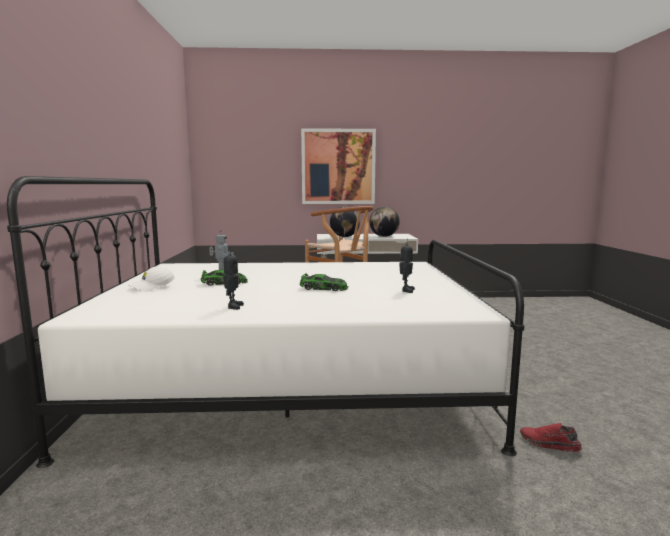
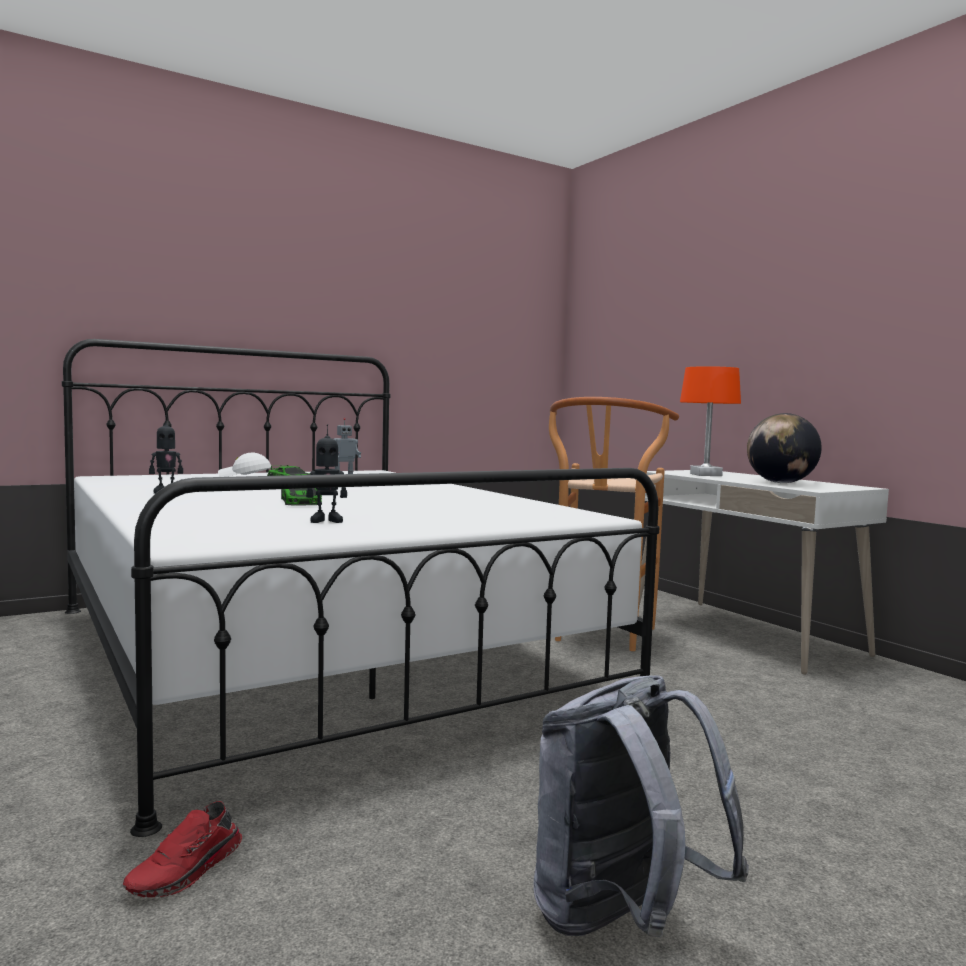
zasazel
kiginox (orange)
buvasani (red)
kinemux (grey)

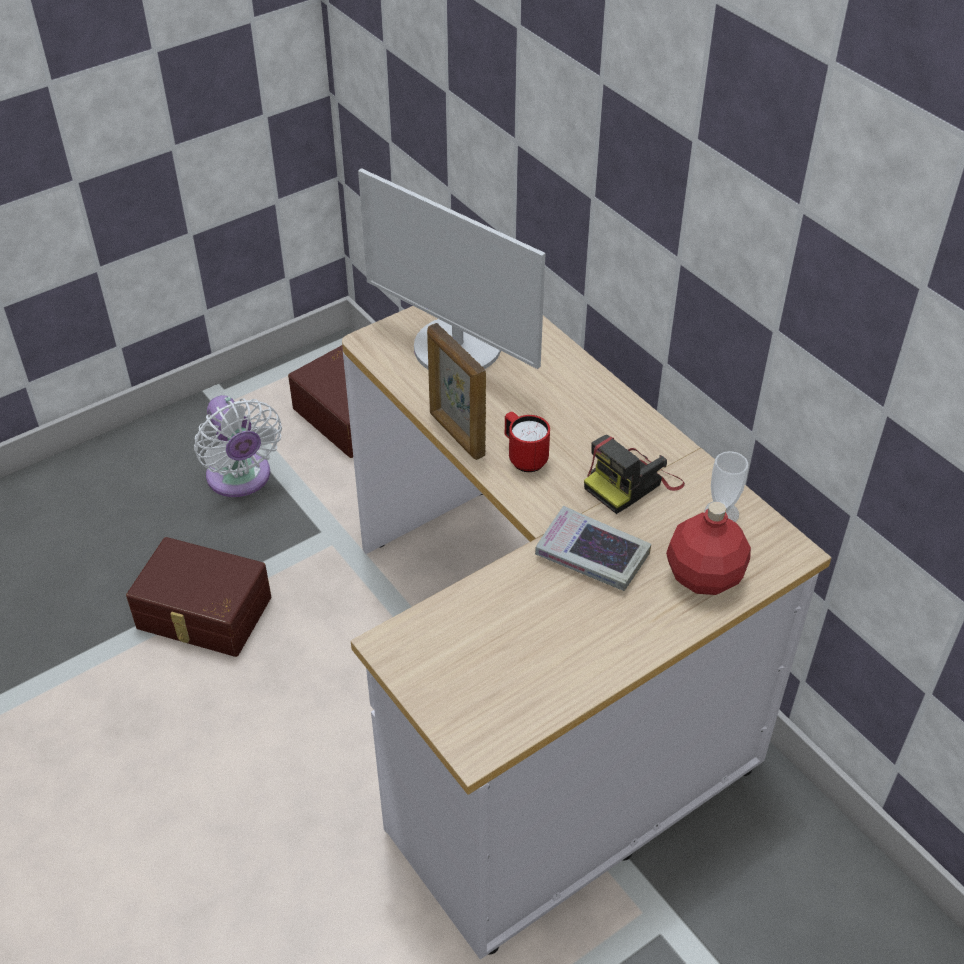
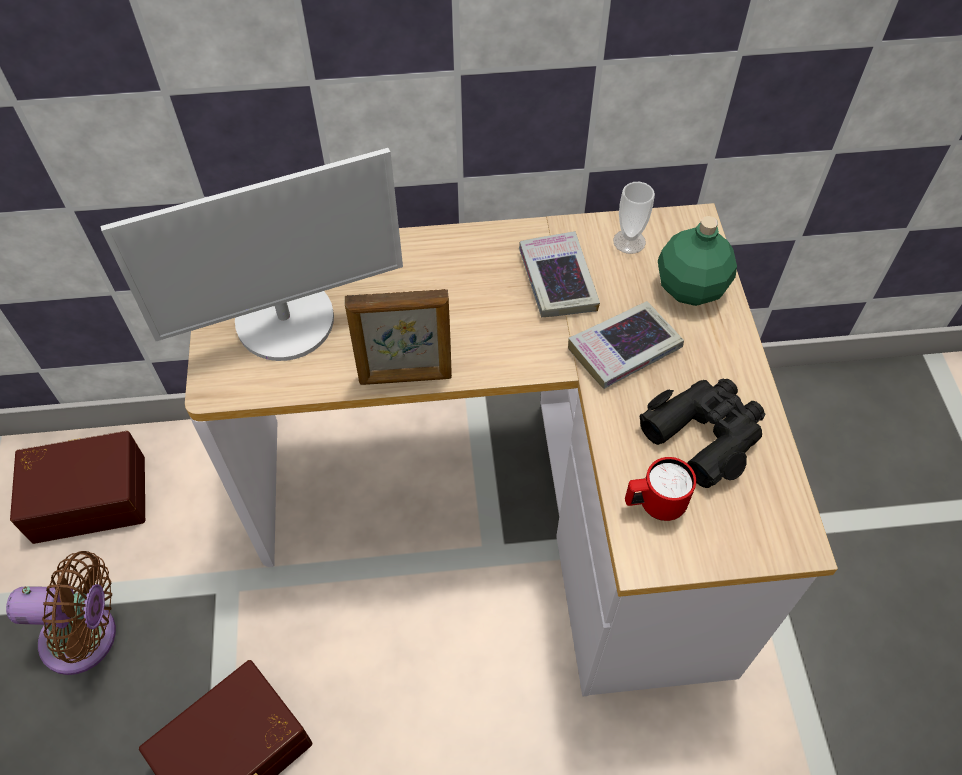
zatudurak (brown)
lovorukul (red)
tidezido (1st from left)
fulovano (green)
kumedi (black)

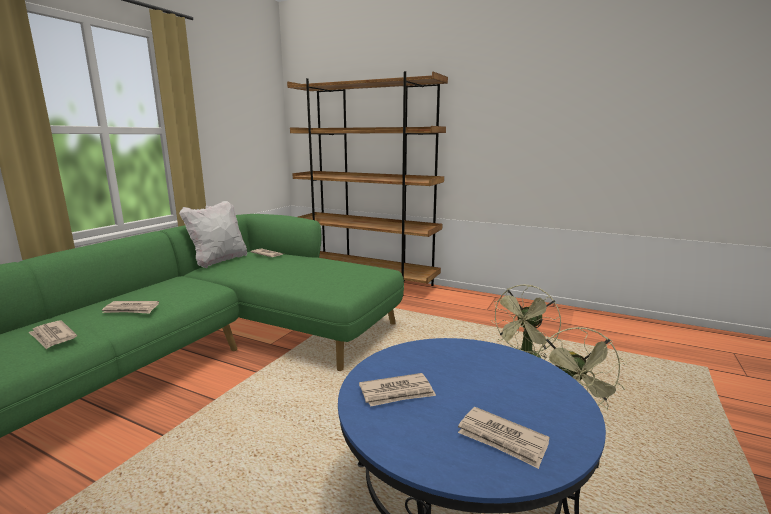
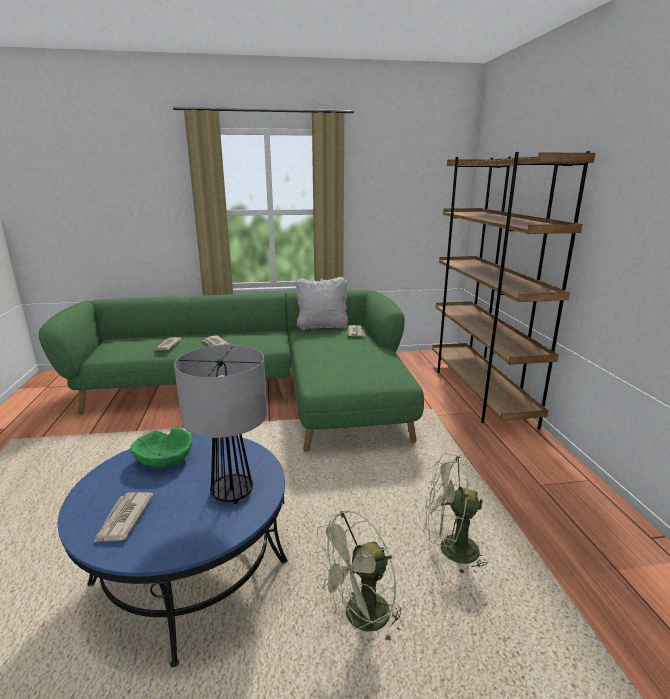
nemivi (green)
kiginox

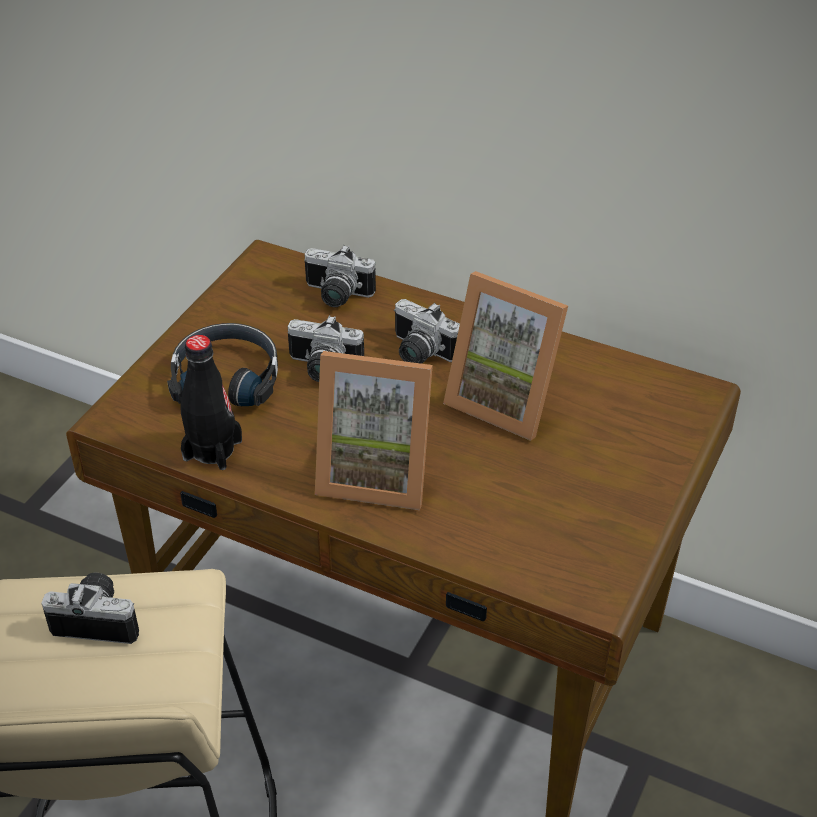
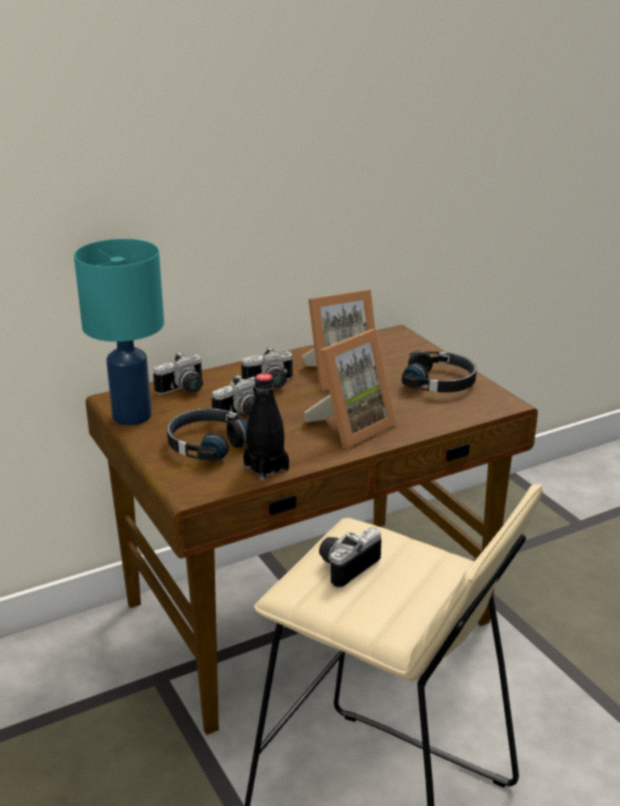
kiginox (turquoise)
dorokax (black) (2nd from left)

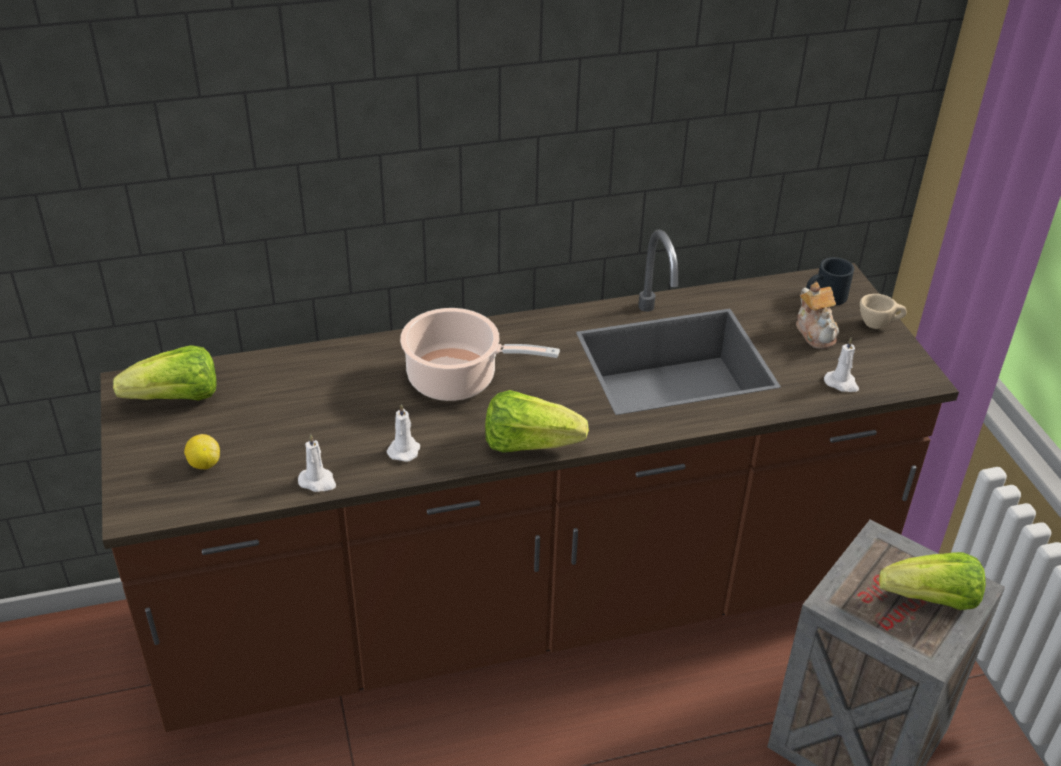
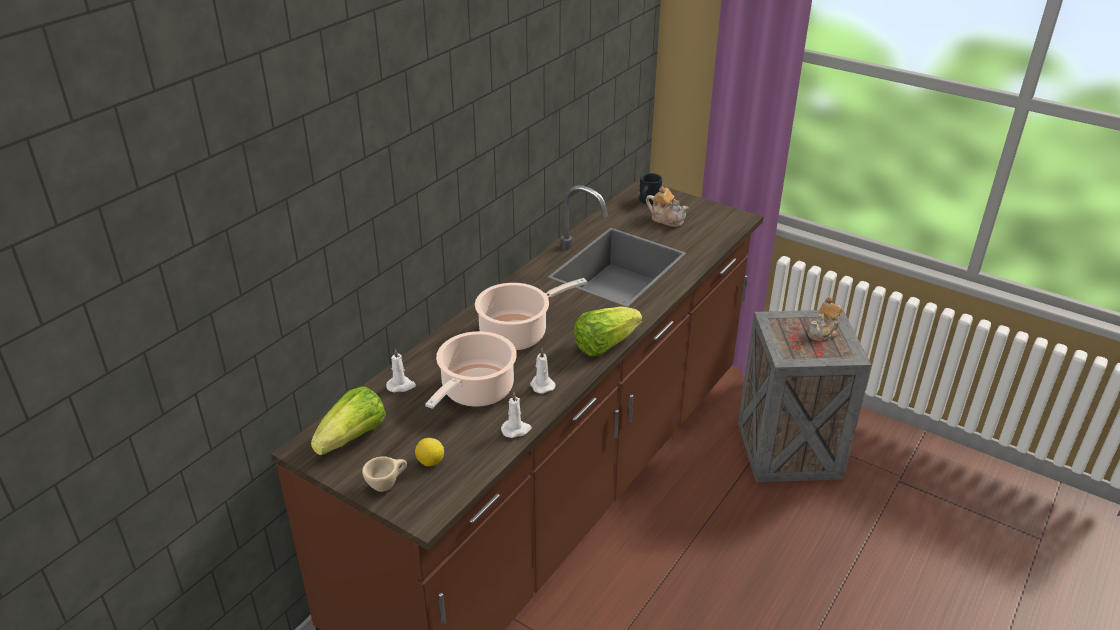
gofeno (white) (1st from left)
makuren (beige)
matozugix (2nd from left)
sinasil (1st from left)

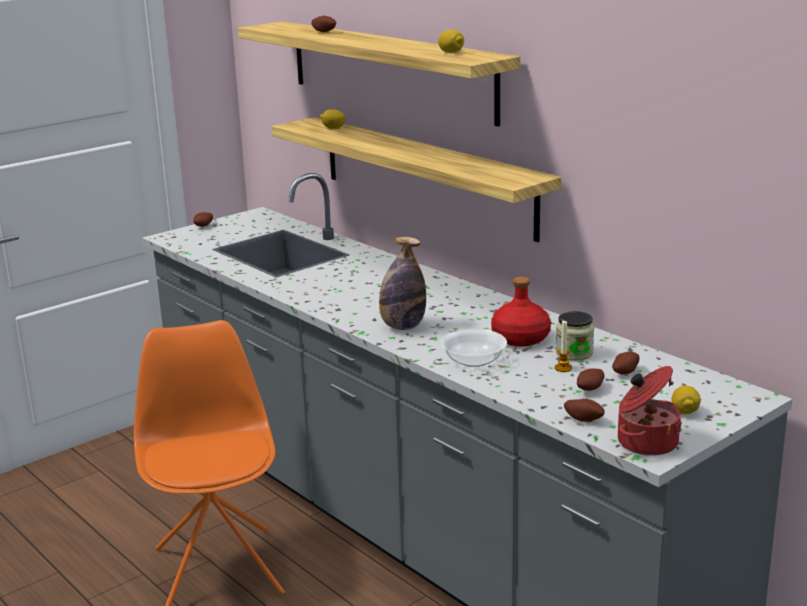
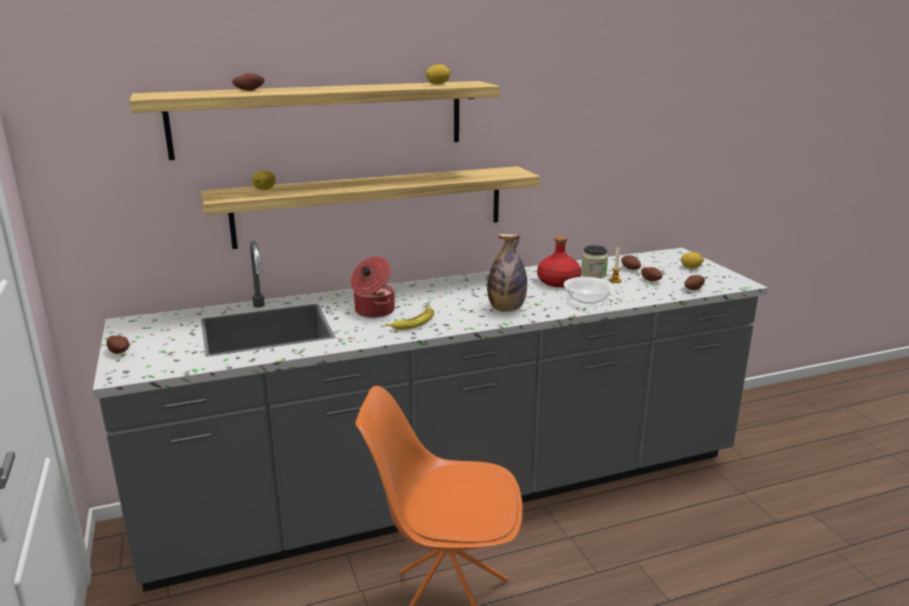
sinasil
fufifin

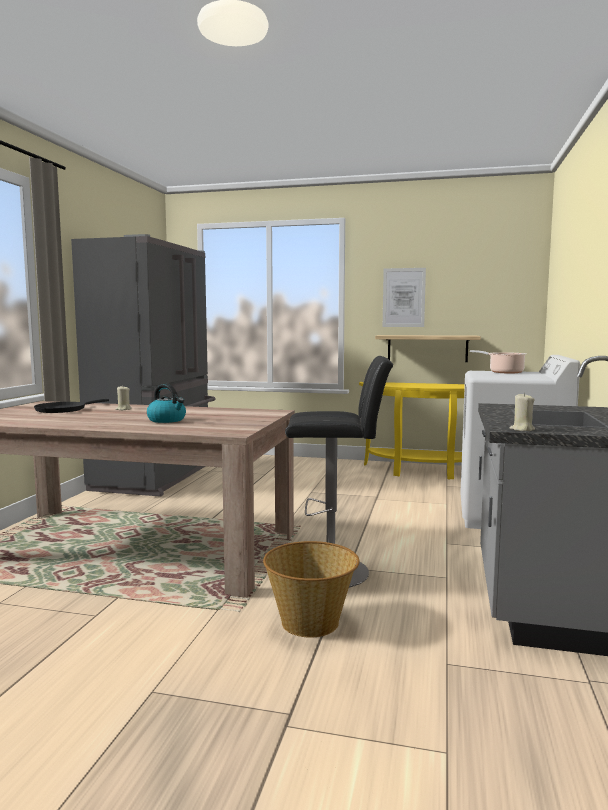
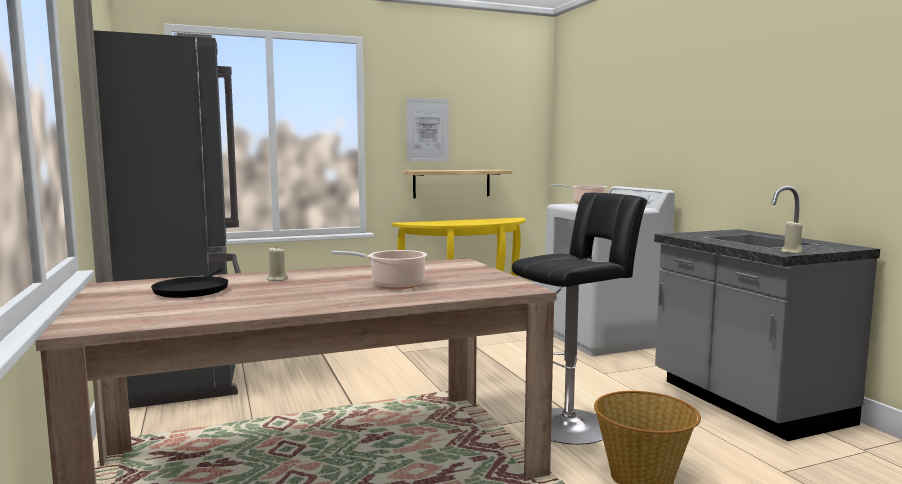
sinasil (1st from left)

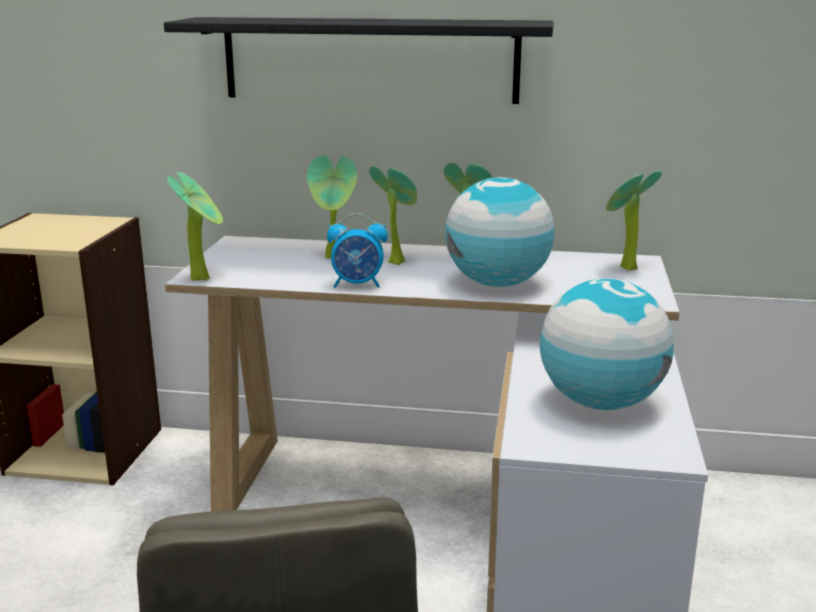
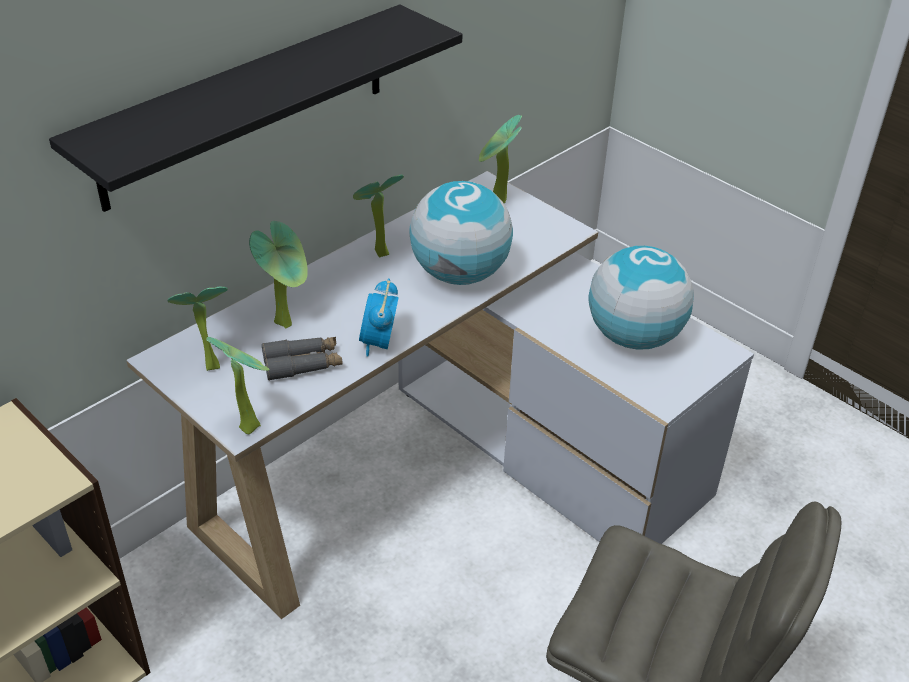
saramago
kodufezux (1st from left)
kumedi (grey)

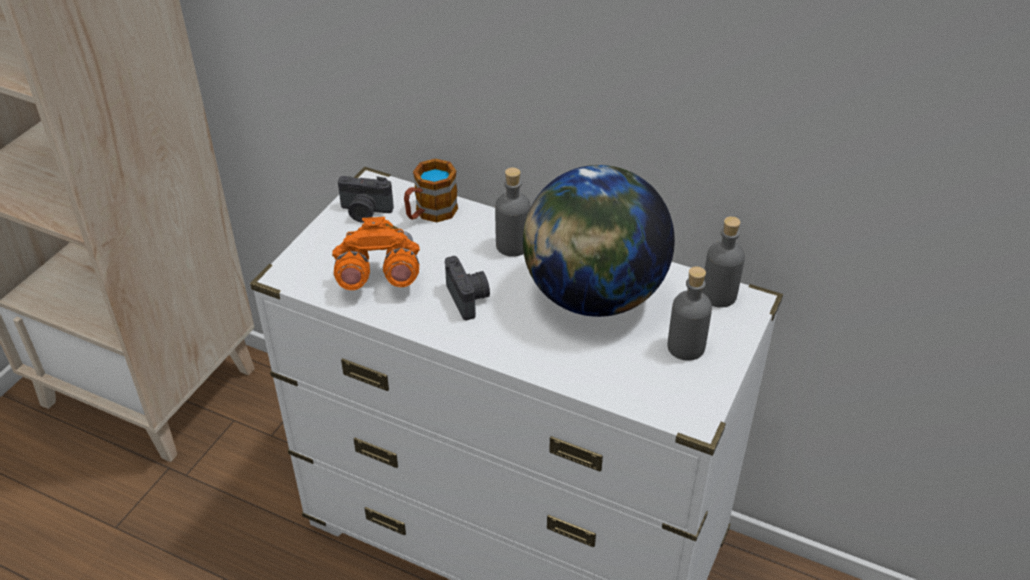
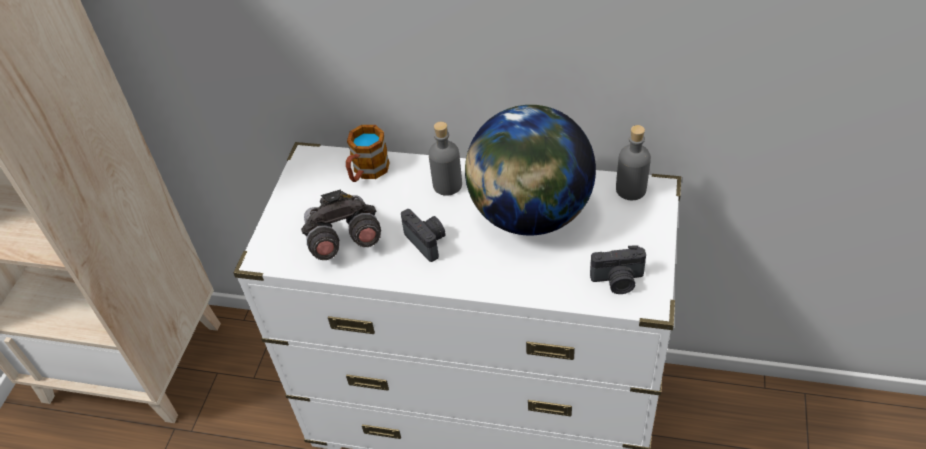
kumedi (grey)
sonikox (2nd from left)
fulovano (grey) (2nd from left in the first image)

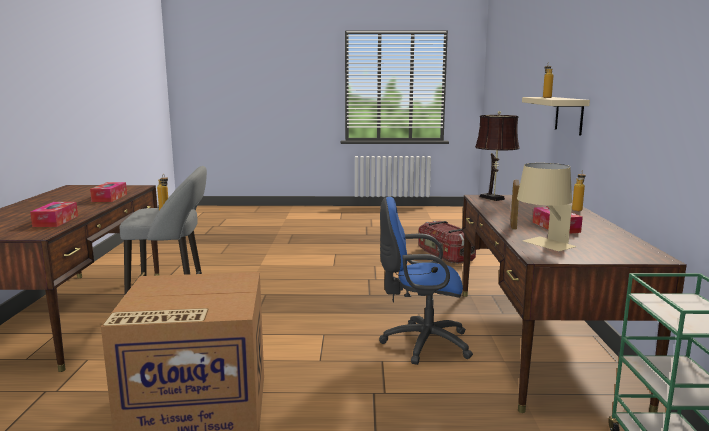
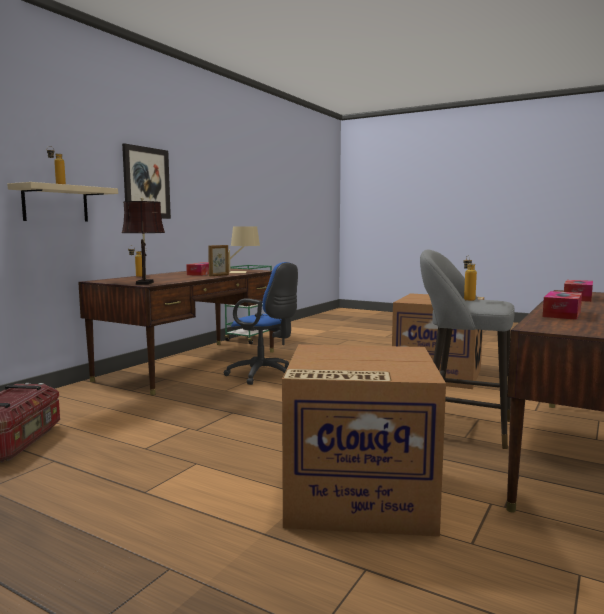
zasazel
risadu (1st from left)

